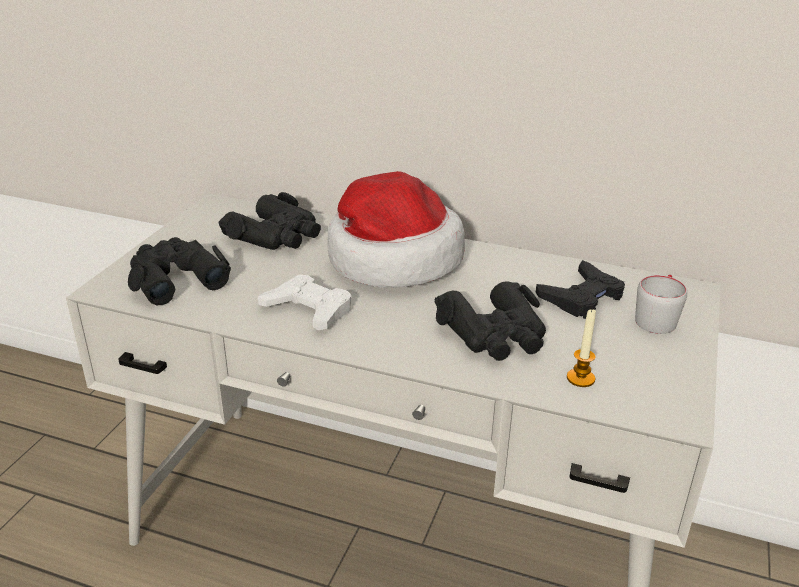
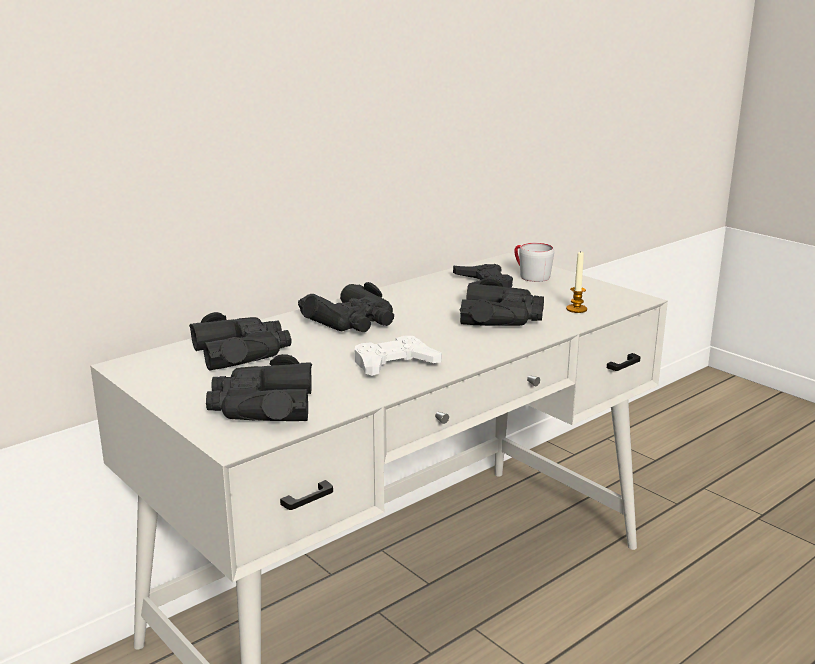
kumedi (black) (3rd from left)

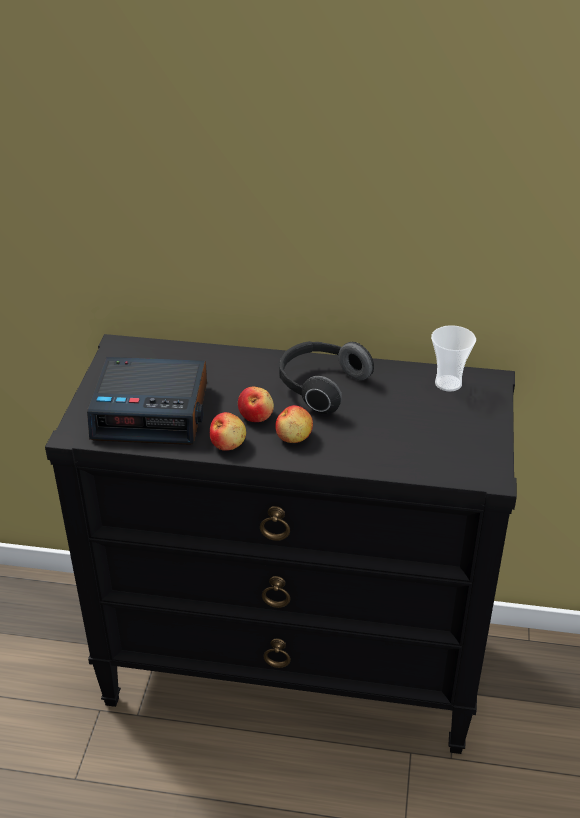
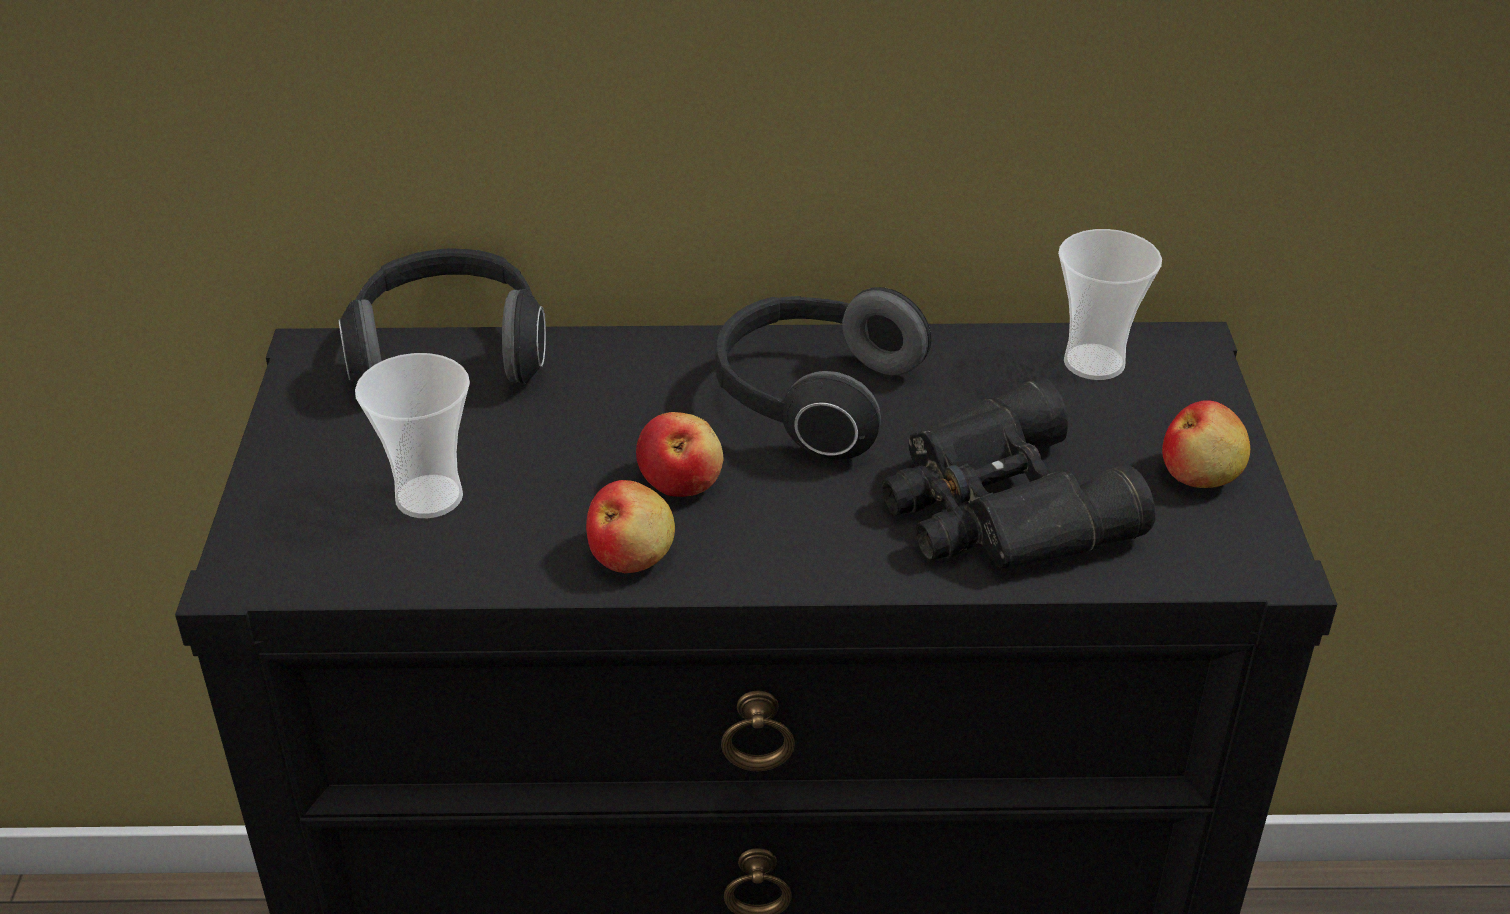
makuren (1st from left)
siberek (3rd from left)
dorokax (1st from left)
kumedi (black)

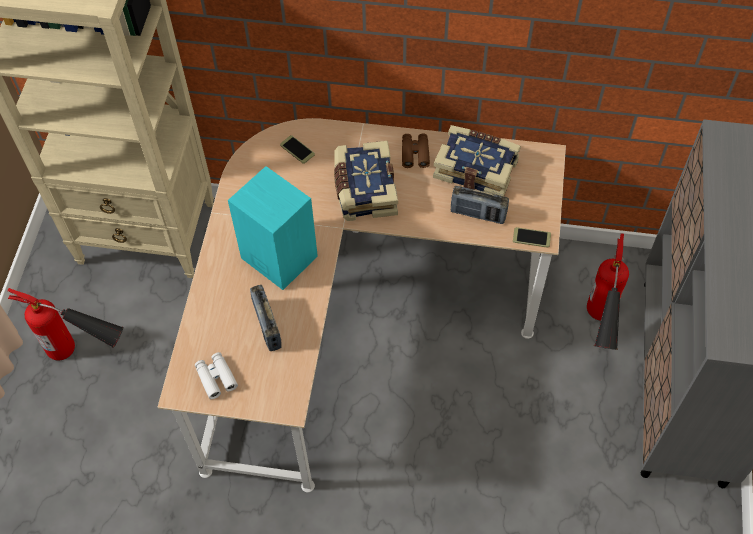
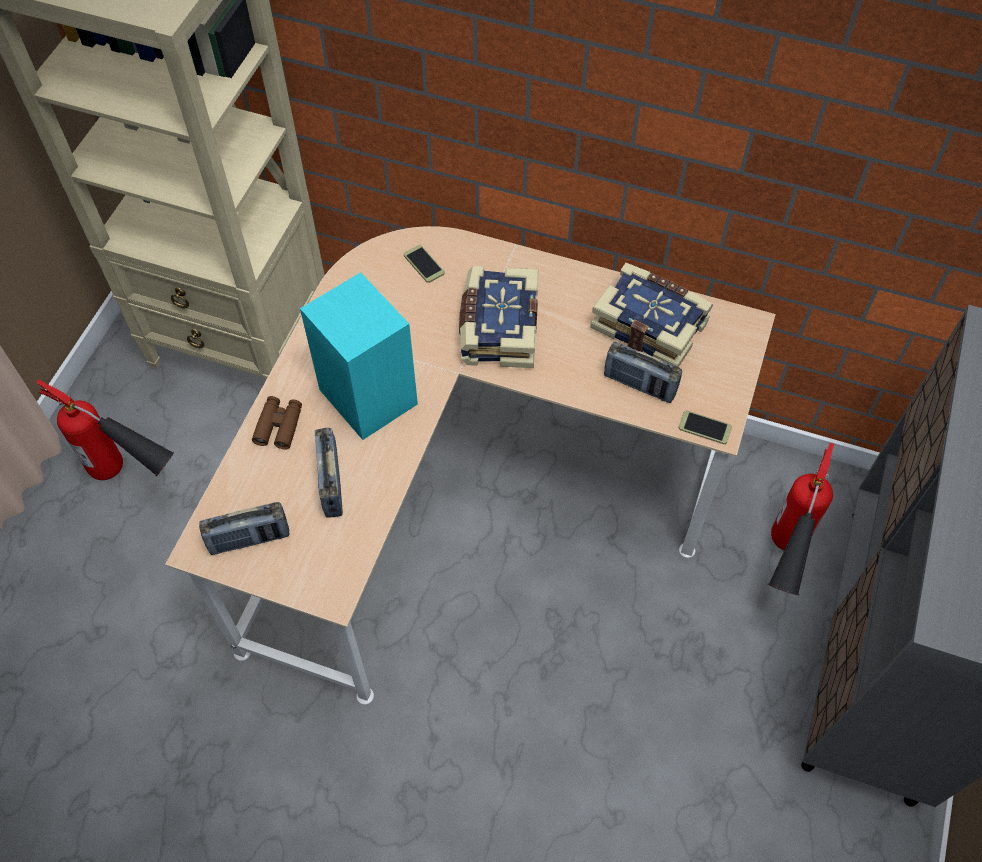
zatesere (1st from left)
kumedi (brown)

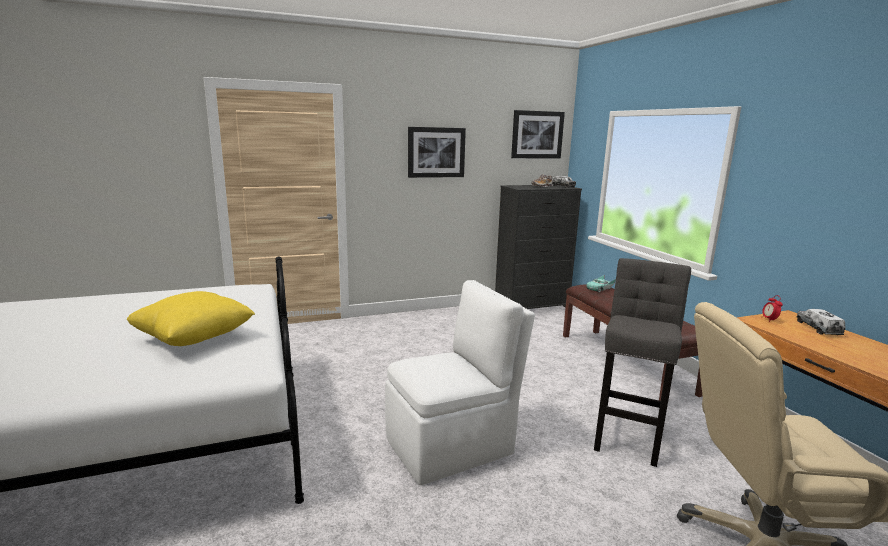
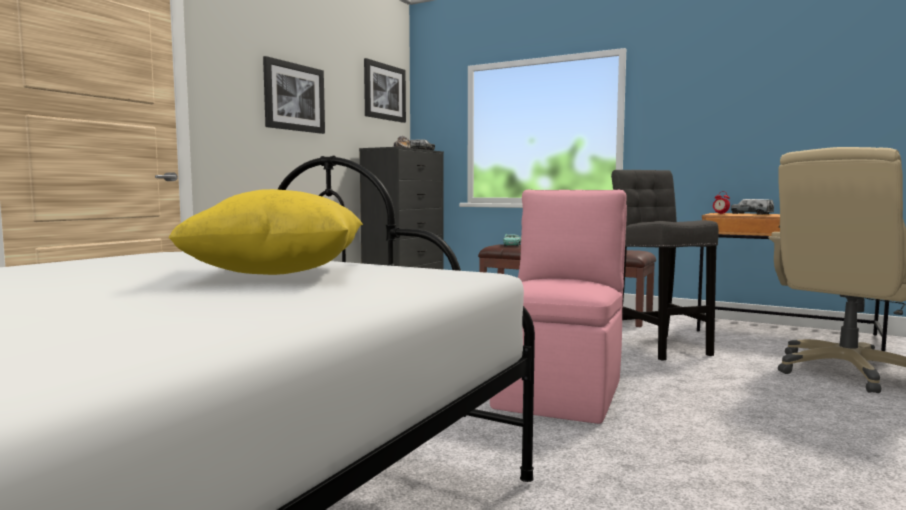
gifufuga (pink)

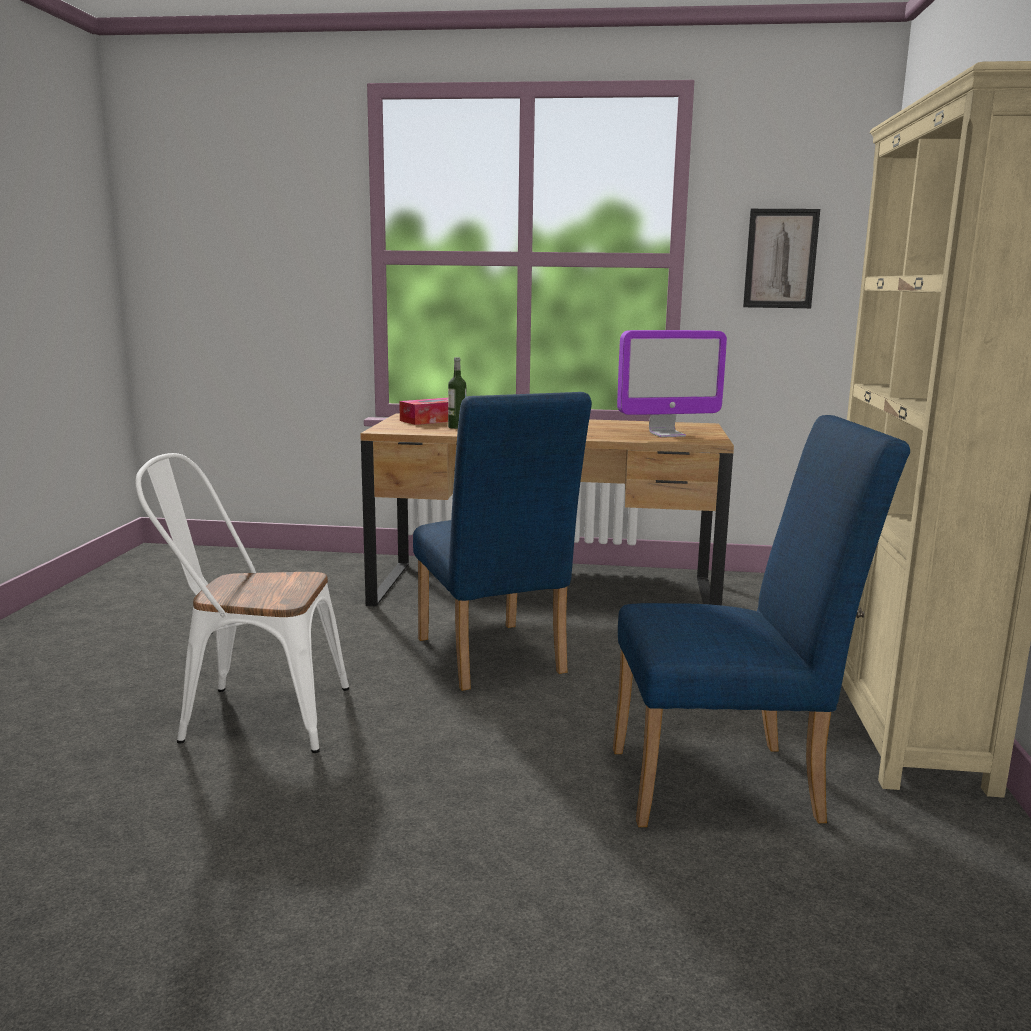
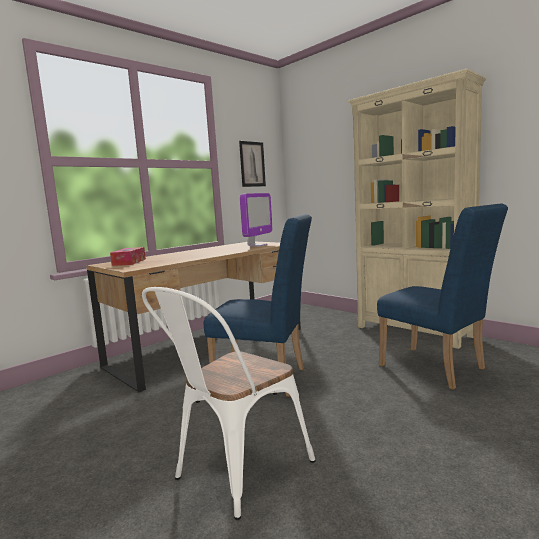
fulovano
gifufuga (blue) (2nd from left)

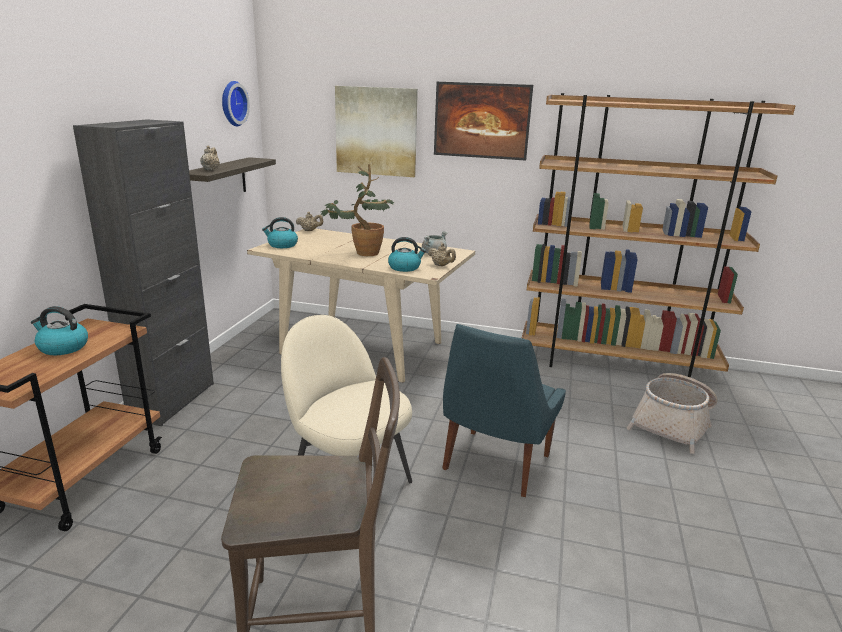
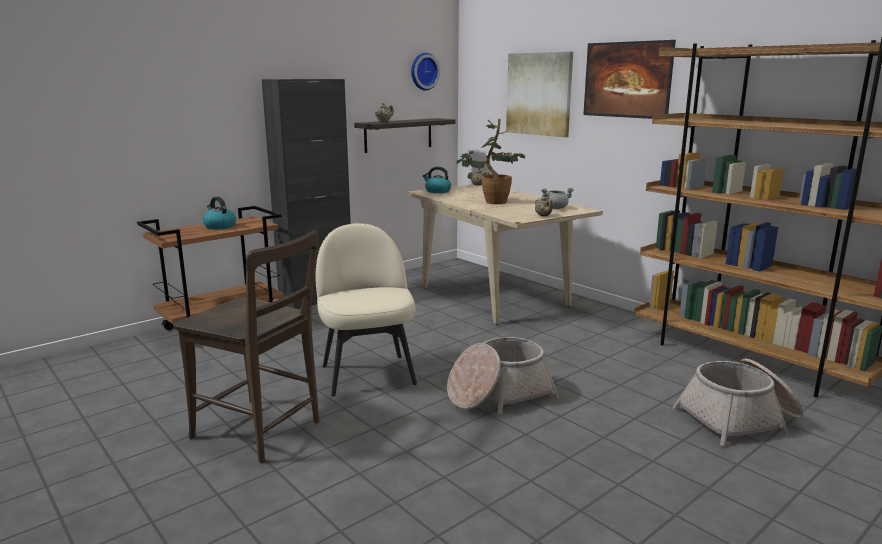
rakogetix (3rd from left in the first image)
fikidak (1st from left)

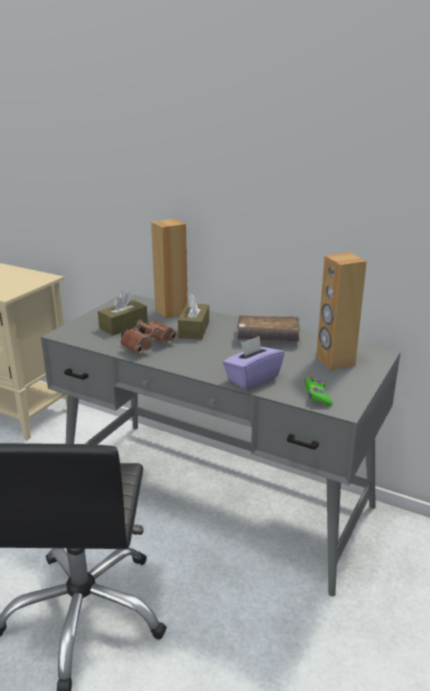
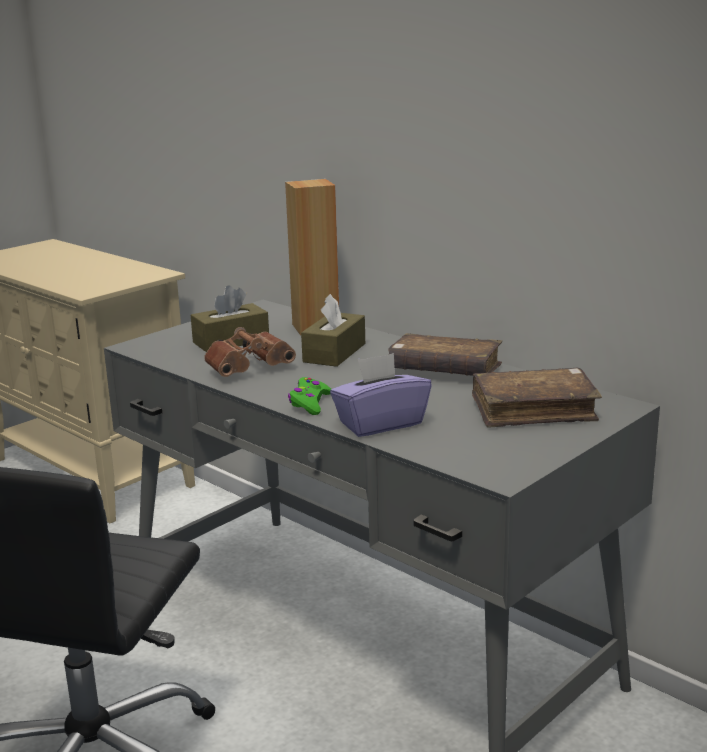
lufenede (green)
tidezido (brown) (2nd from left)

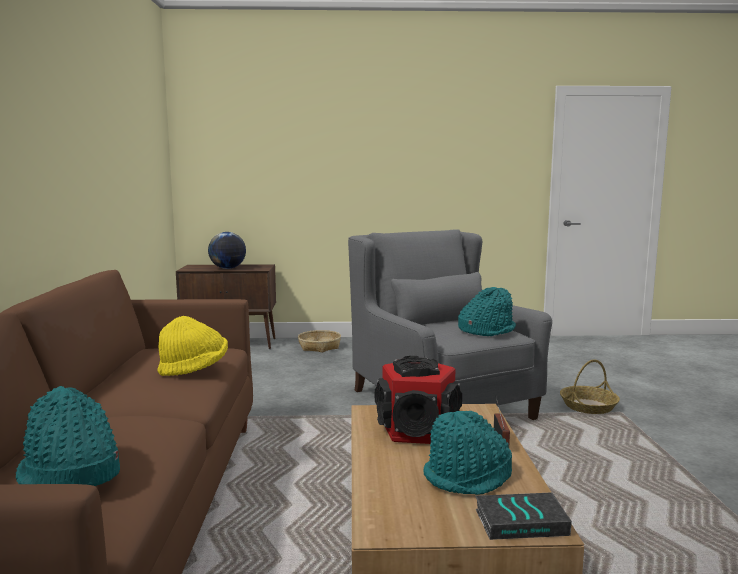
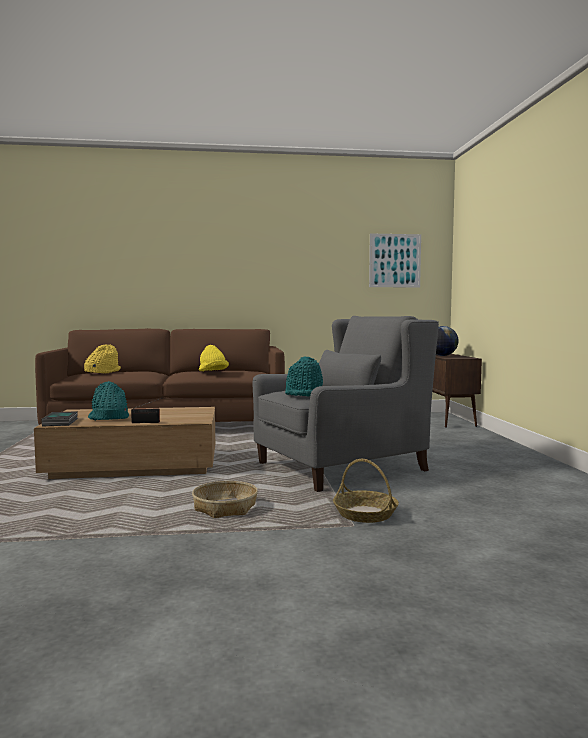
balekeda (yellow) (1st from left)
fikidak (1st from left)
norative
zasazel

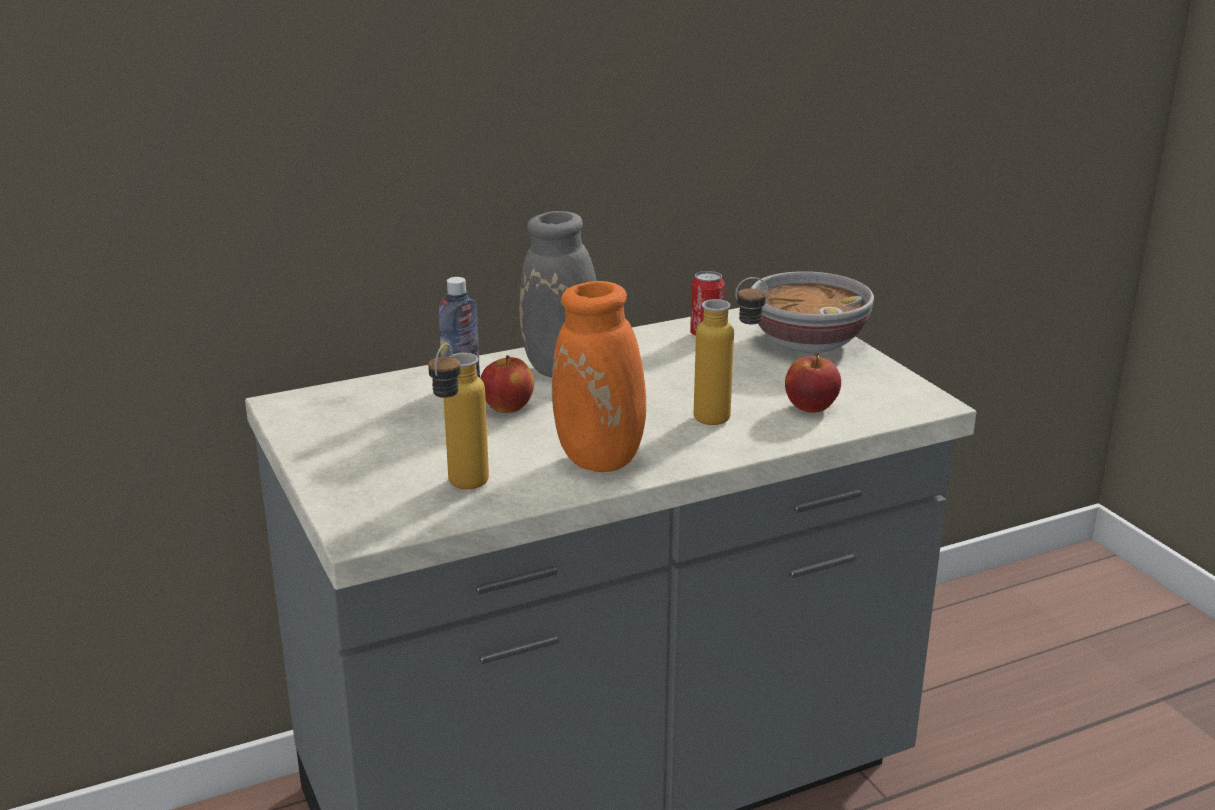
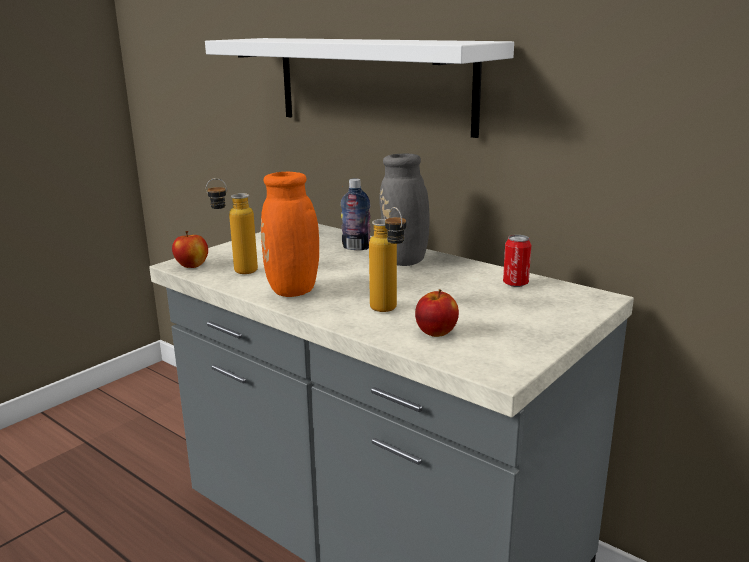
siberek (1st from left)
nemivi
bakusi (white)

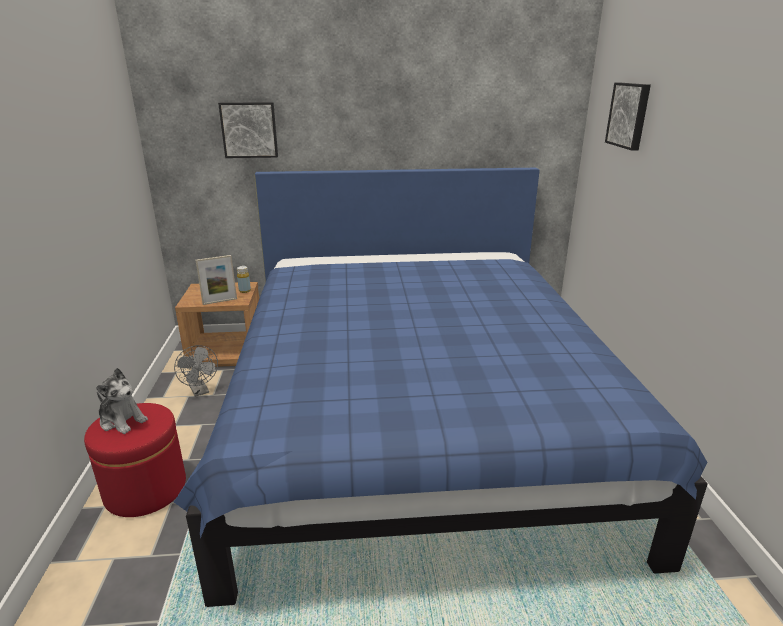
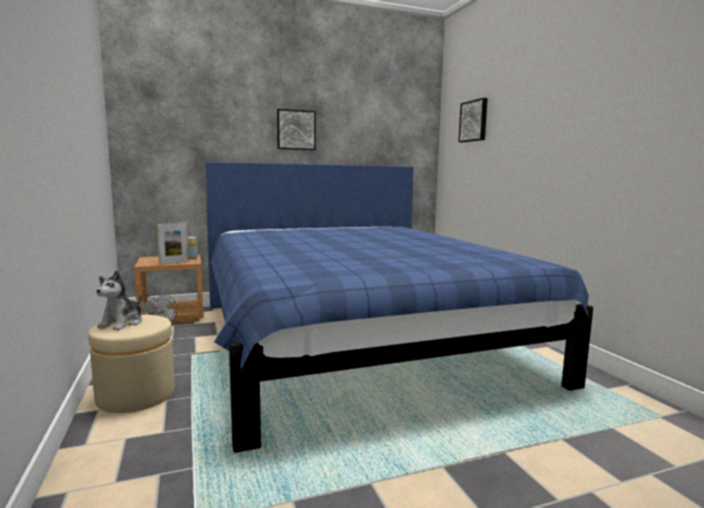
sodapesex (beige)
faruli
zasazel (1st from left)

